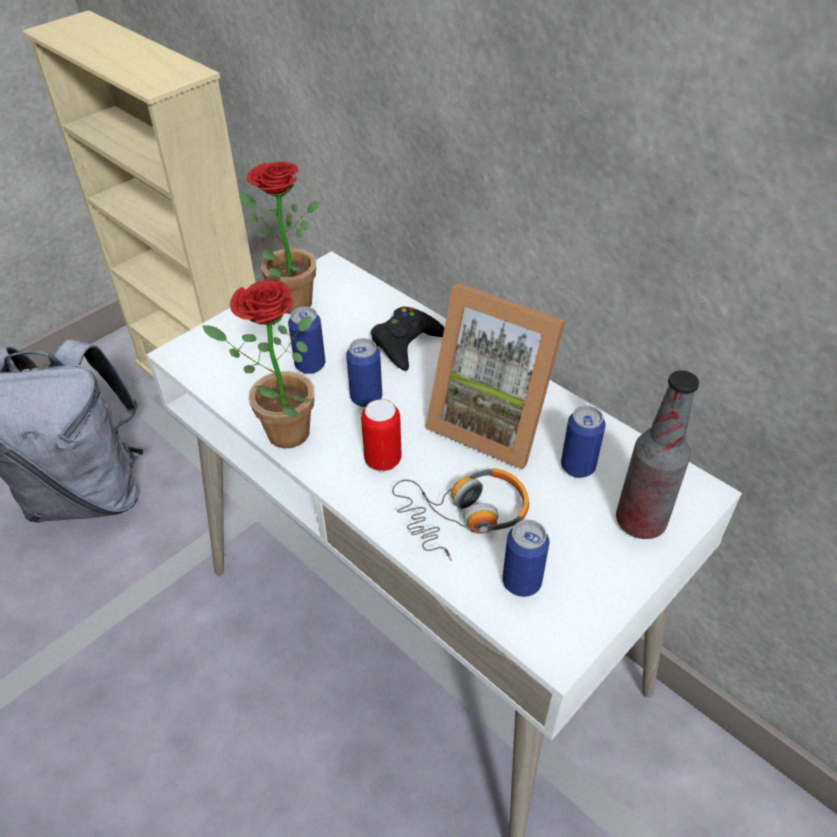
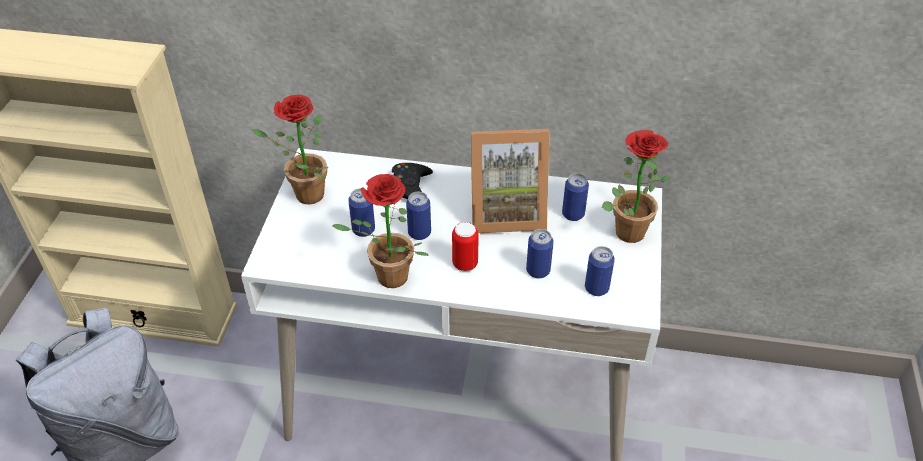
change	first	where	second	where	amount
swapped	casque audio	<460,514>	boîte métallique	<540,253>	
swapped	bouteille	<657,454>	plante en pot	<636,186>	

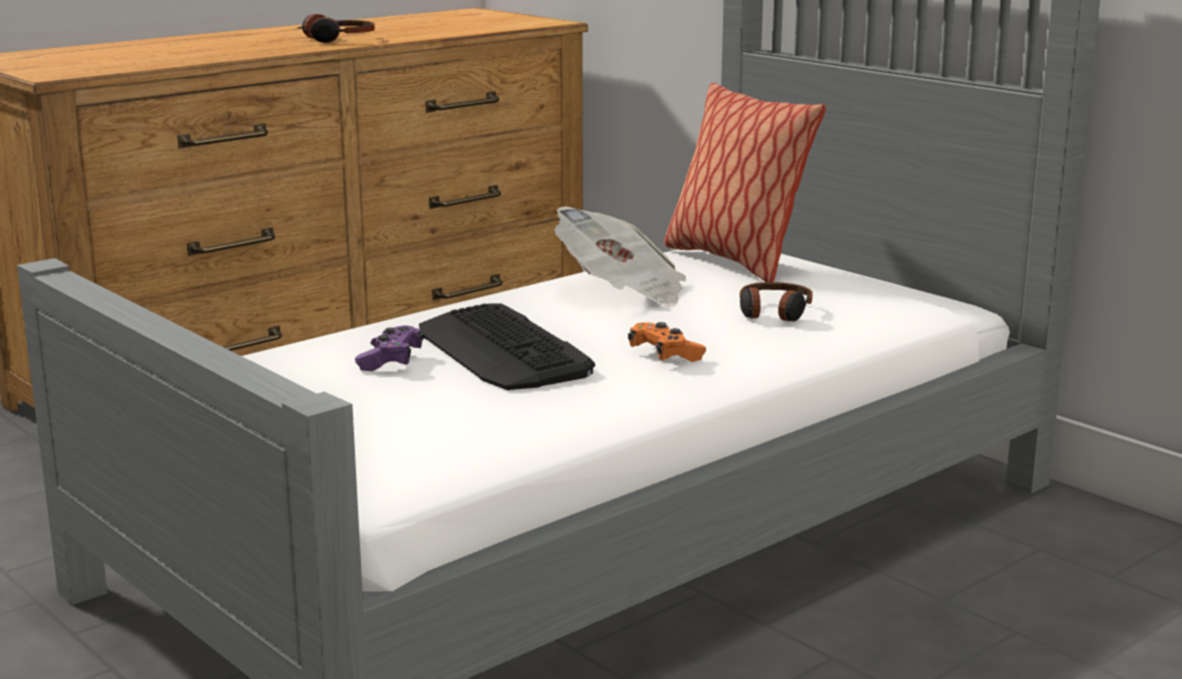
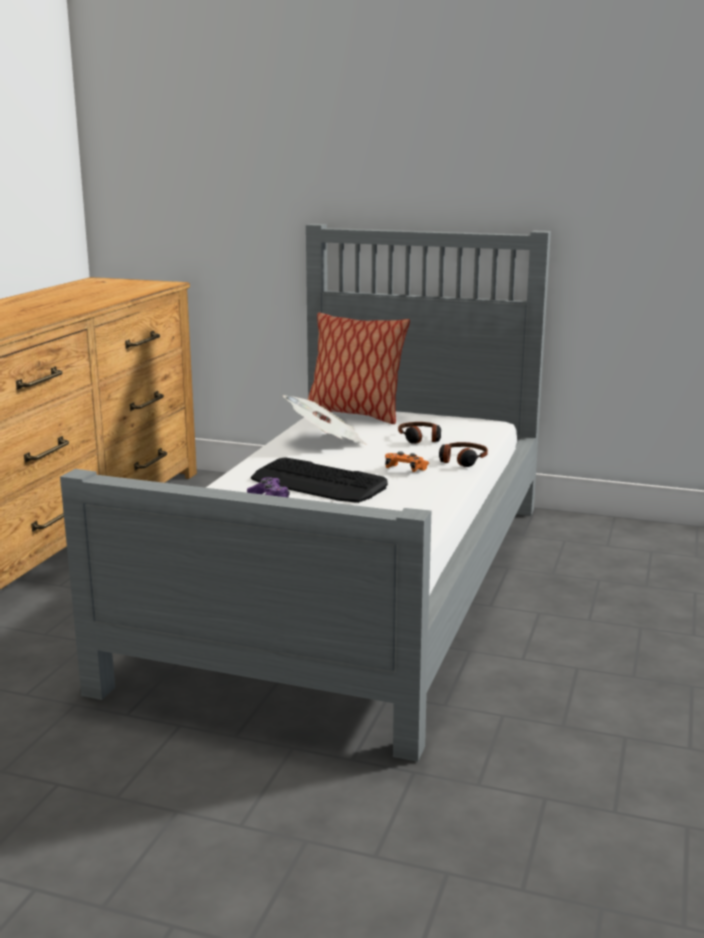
change	first	where	second	where	amount
shifted	casque audio	<336,28>		<463,454>	

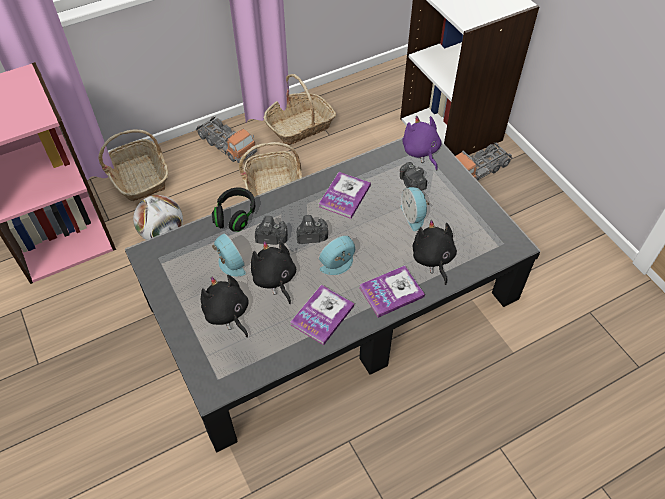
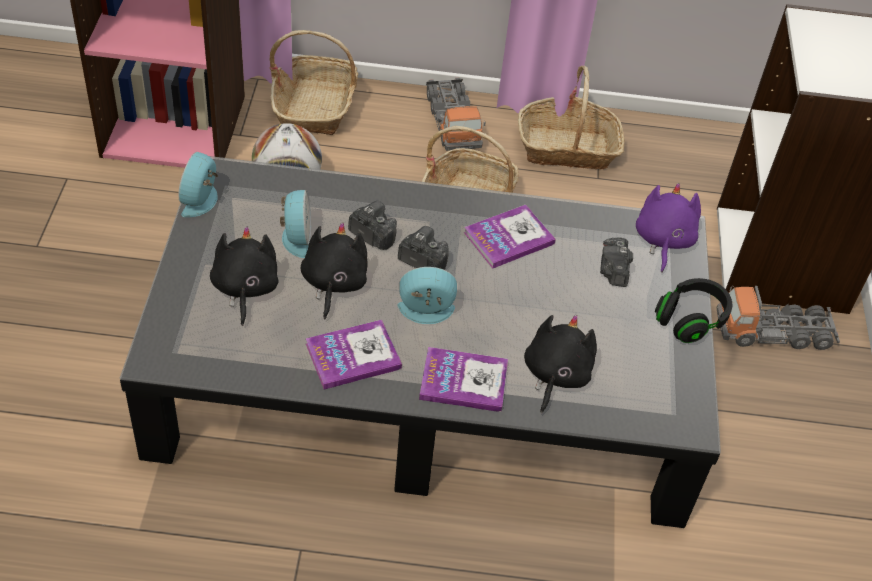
change	first	where	second	where	amount
shifted	casque audio/noir	<233,209>		<693,310>	
shifted	réveil	<414,209>		<198,184>	

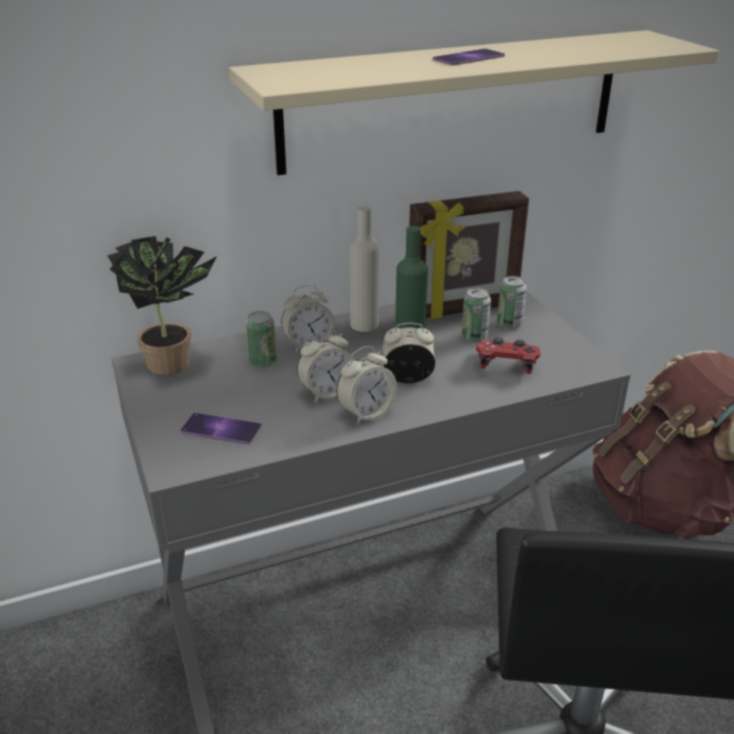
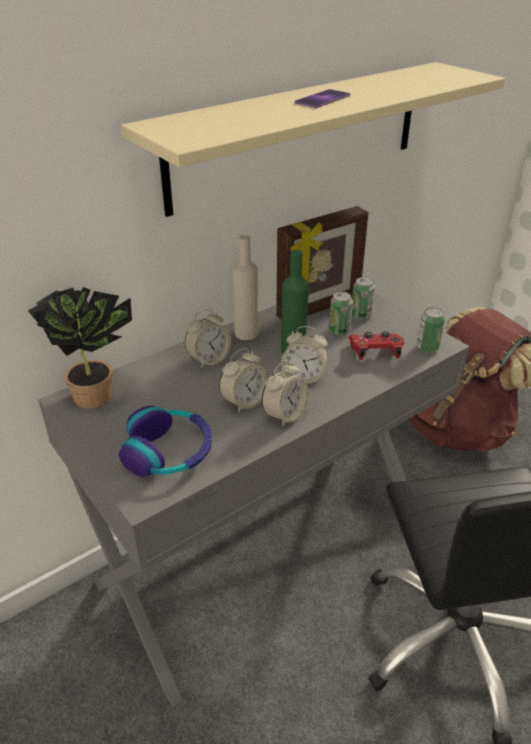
change	first	where	second	where	amount
swapped	téléphone	<221,429>	casque audio	<165,441>	
shifted	boîte métallique	<261,339>		<431,330>	
rotated	réveil	<408,353>		<304,355>	150 degrees counterclockwise

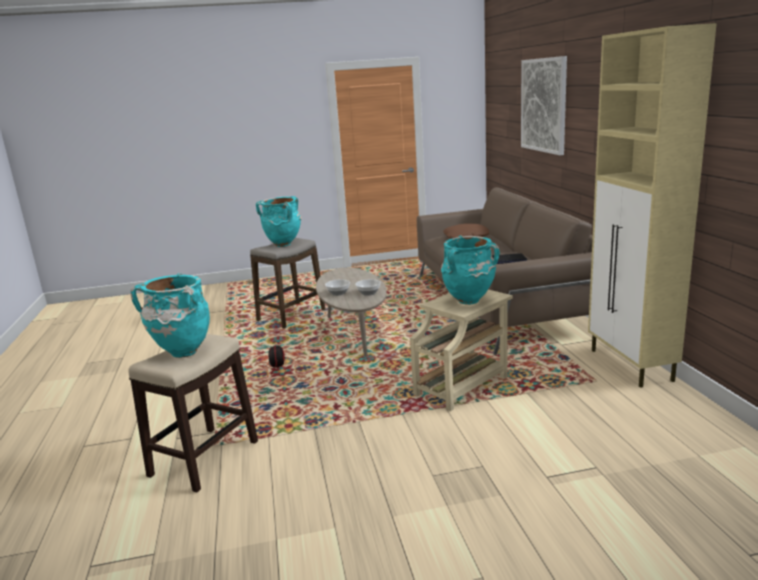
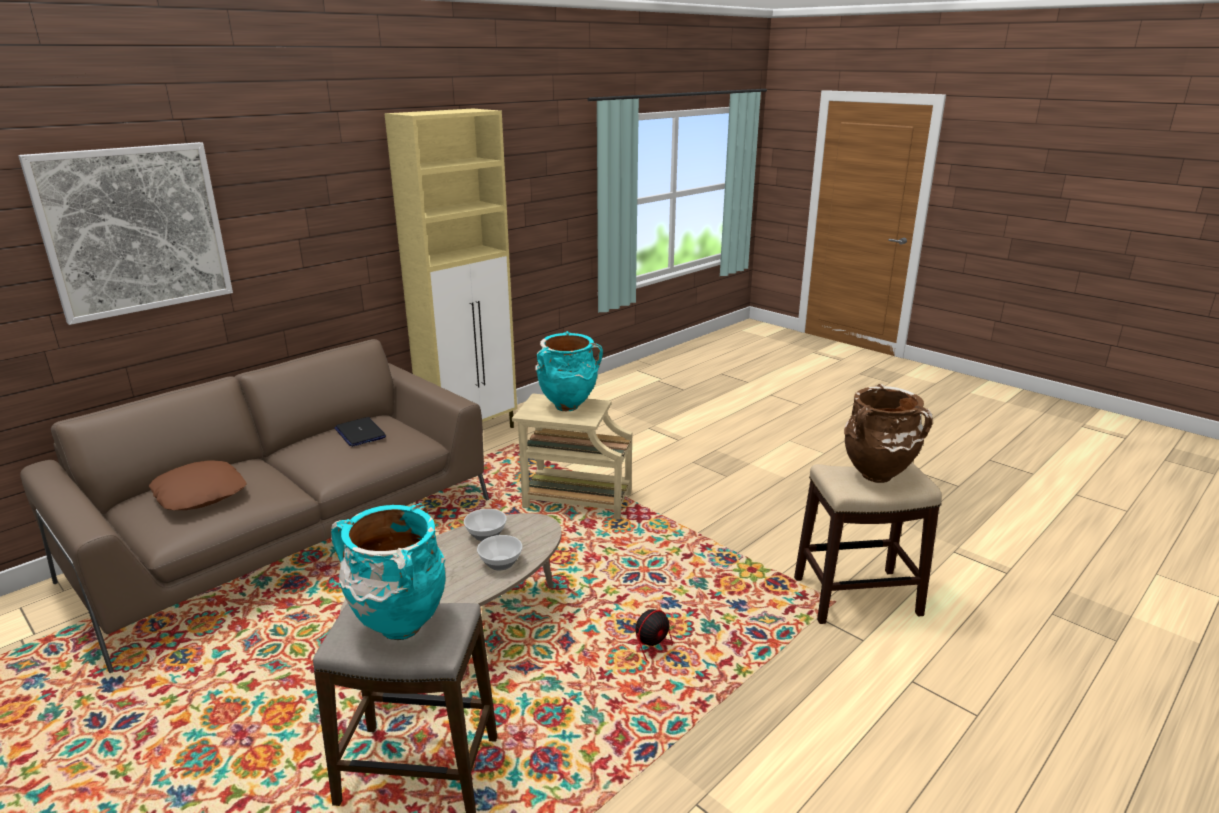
change	first	where	second	where	amount
repainted	vase/turquoise	<170,315>	vase/marron	<888,433>	

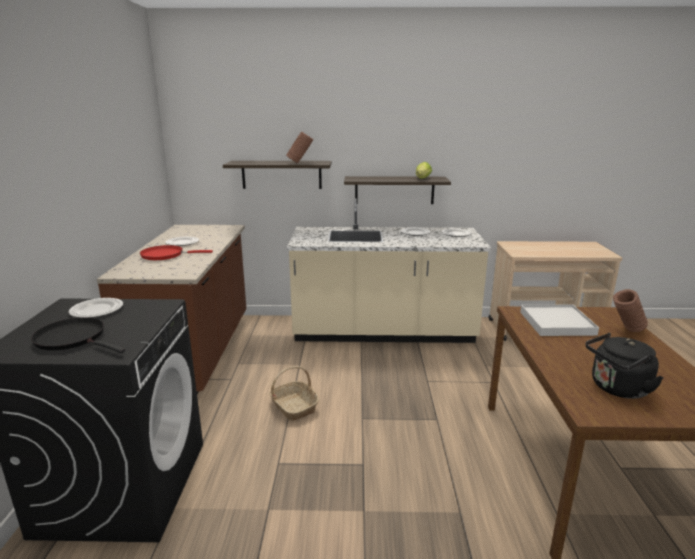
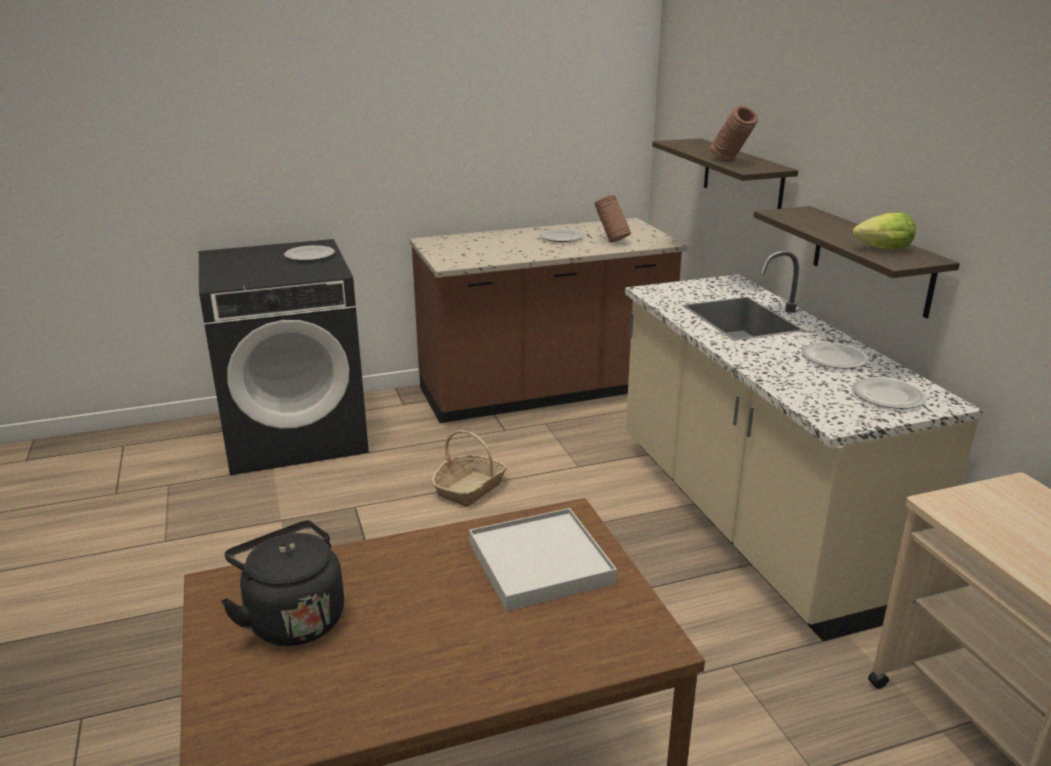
change	first	where	second	where	amount
gone	poêle/noir	<78,335>			
gone	poêle/rouge	<176,252>			
shifted	vase/marron	<630,310>		<613,218>	

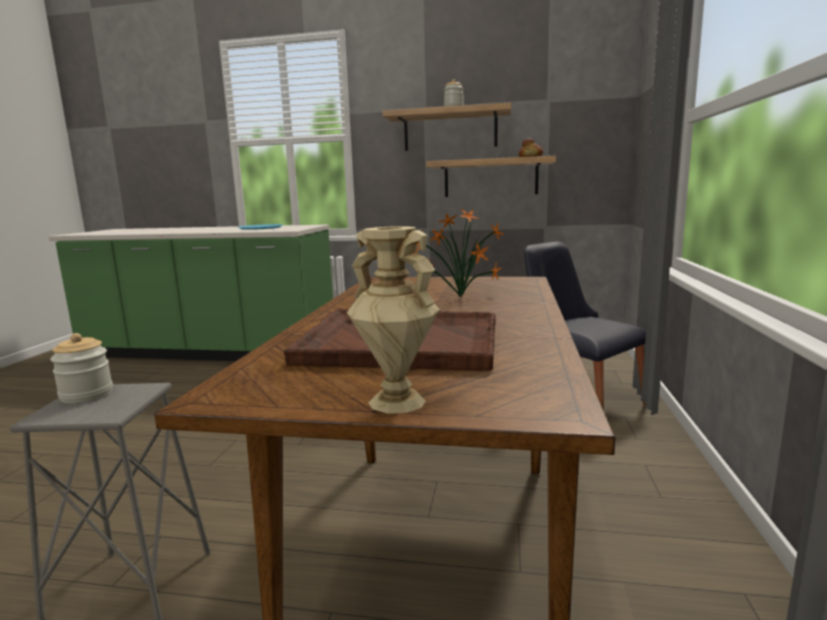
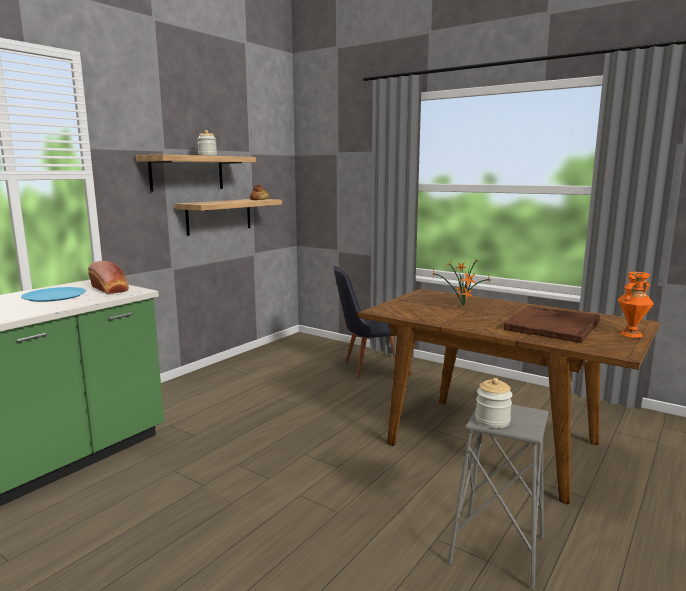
change	first	where	second	where	amount
repainted	vase/beige	<393,320>	vase/orange	<636,305>	
new			pain	<108,277>	

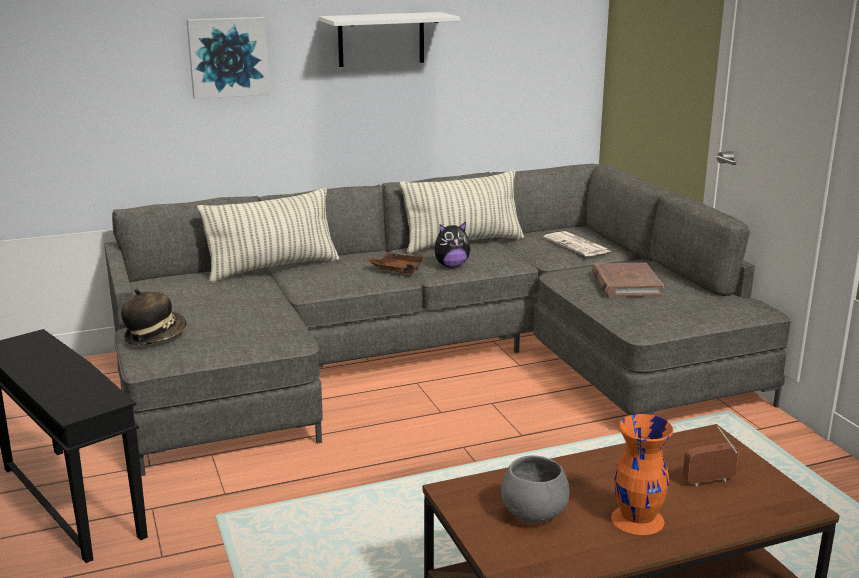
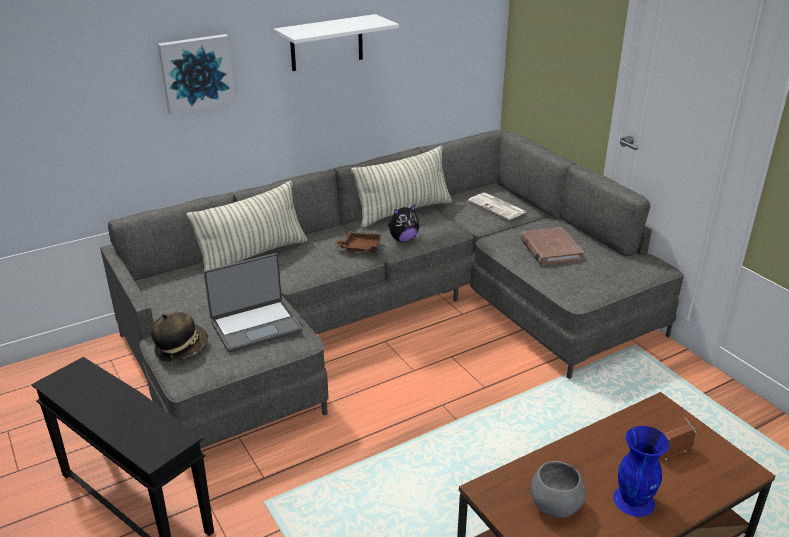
change	first	where	second	where	amount
repainted	vase/orange	<642,474>	vase/bleu	<641,471>	
new			ordinateur portable	<253,302>	

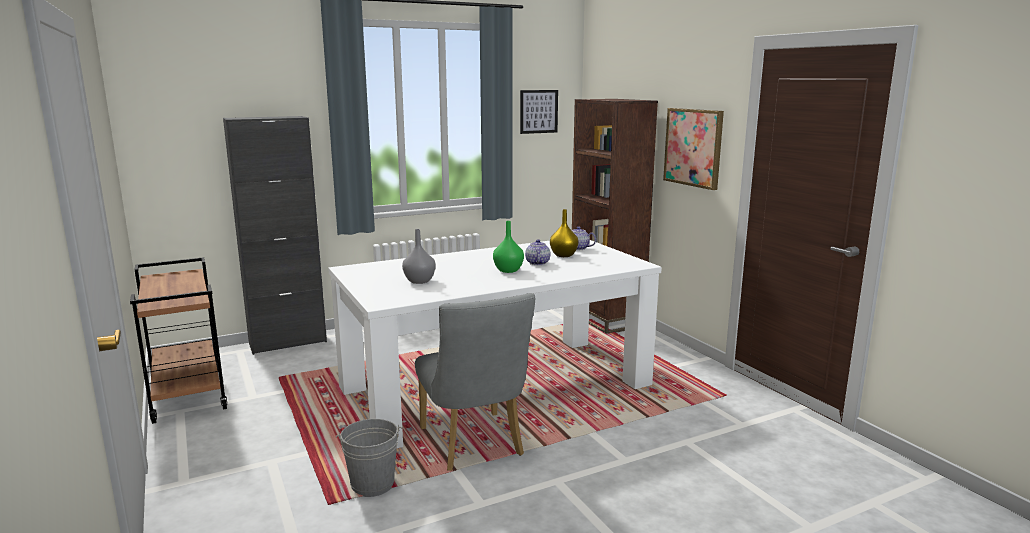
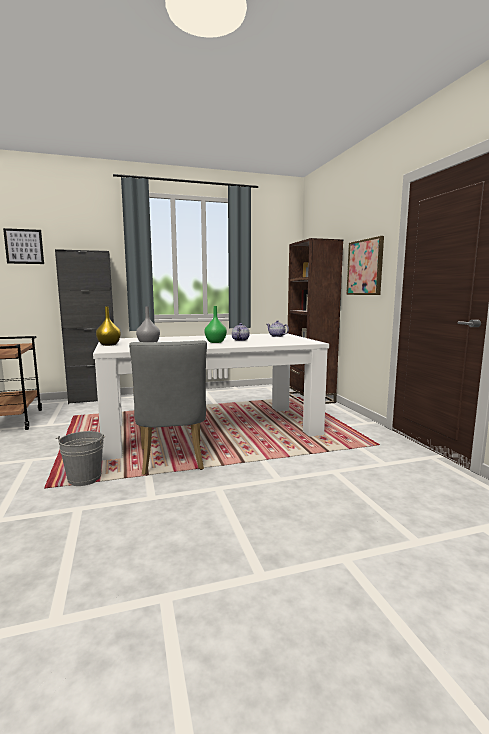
change	first	where	second	where	amount
shifted	tableau	<539,112>		<23,246>	
shifted	vase/jaune	<564,233>		<108,326>	

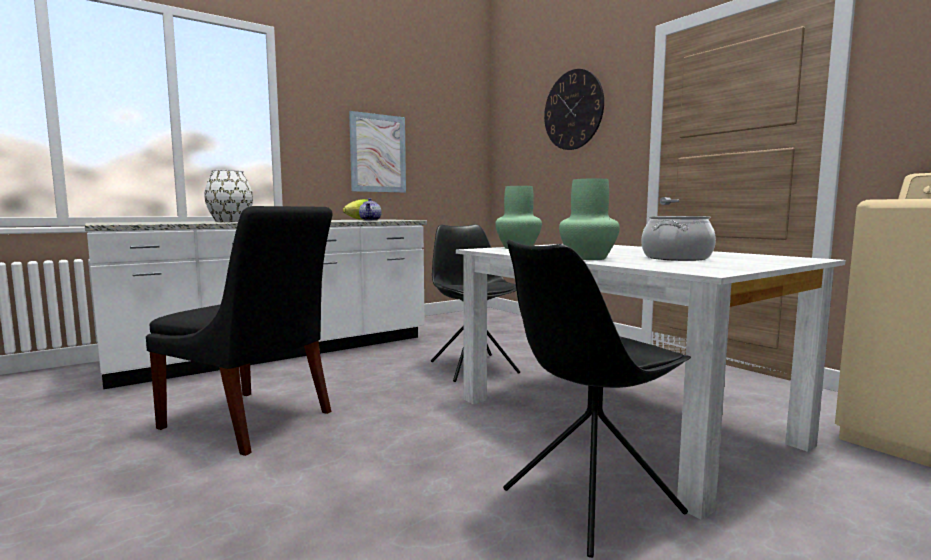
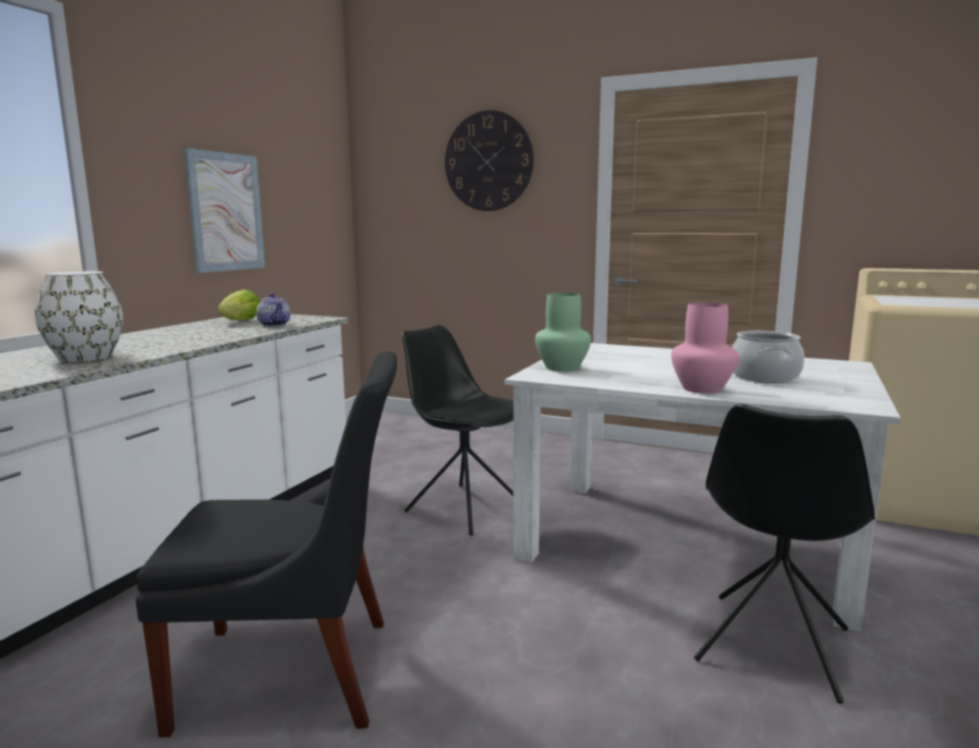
change	first	where	second	where	amount
repainted	vase/vert	<589,219>	vase/rose	<705,347>	

